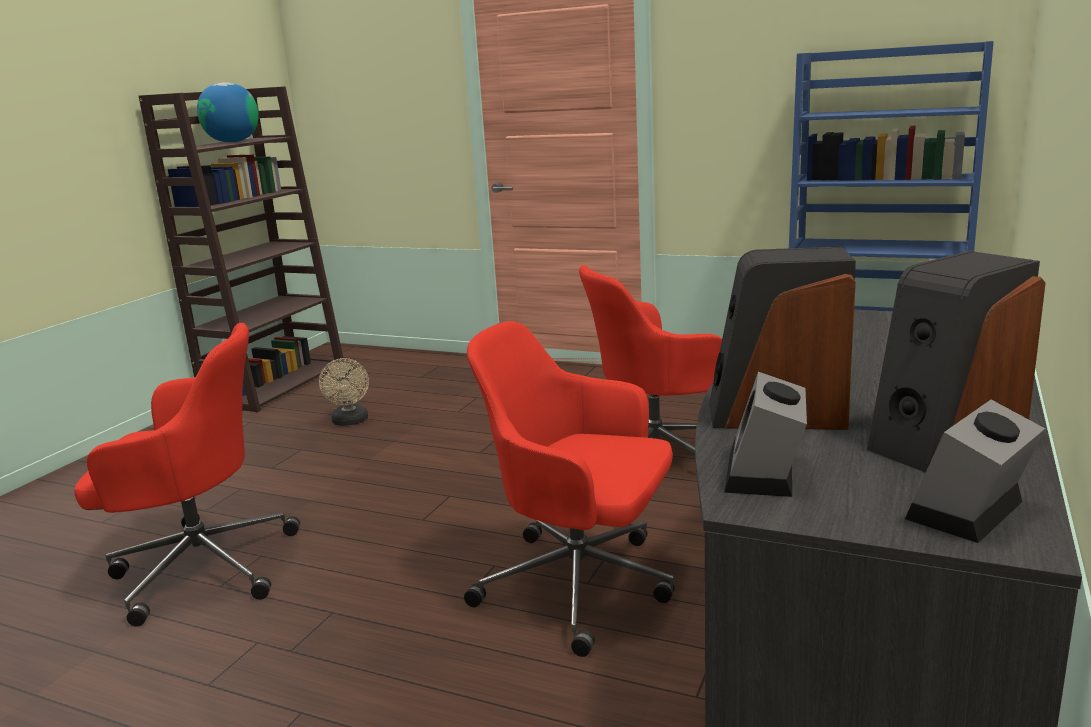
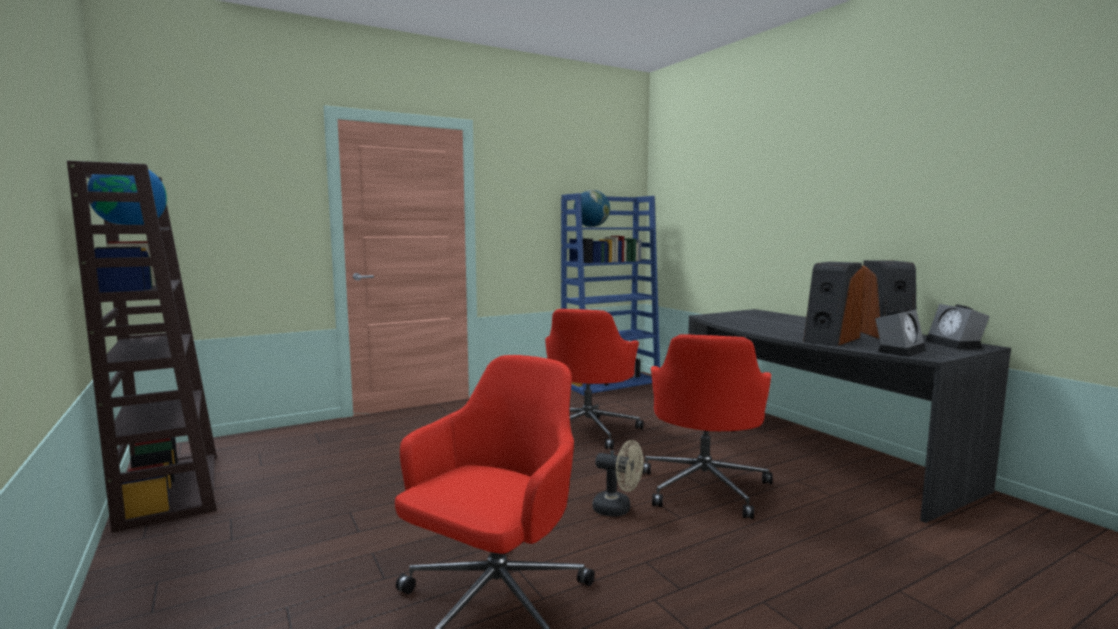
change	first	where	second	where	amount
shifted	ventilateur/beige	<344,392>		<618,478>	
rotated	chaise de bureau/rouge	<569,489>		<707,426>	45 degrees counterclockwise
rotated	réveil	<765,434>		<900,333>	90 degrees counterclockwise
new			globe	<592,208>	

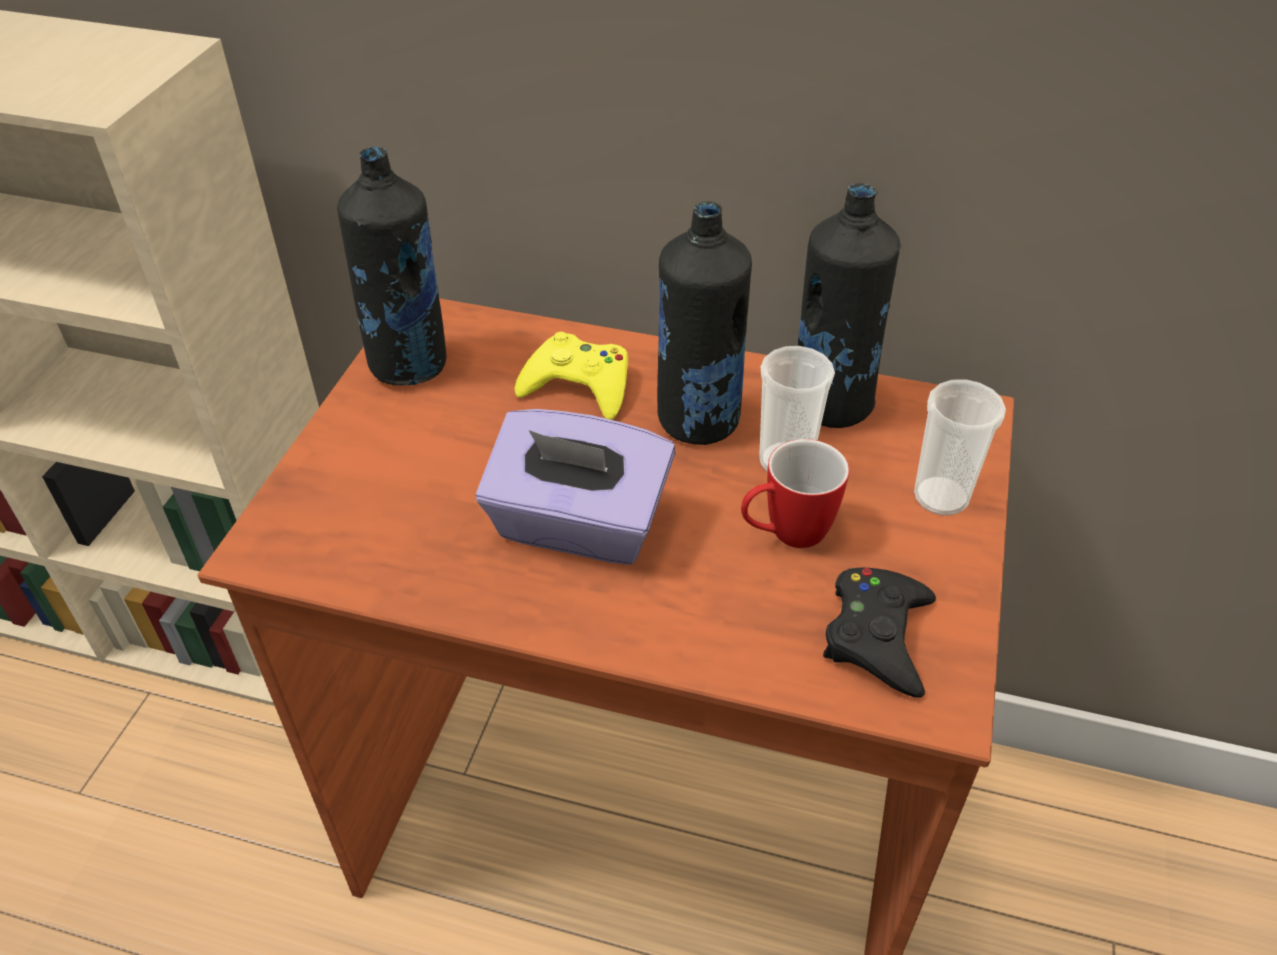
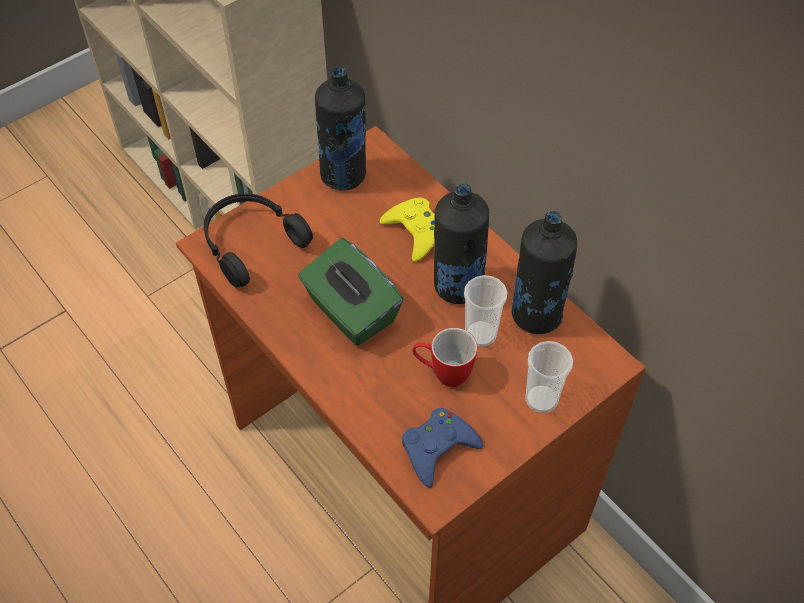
change	first	where	second	where	amount
repainted	boîte à mouchoirs/violet	<575,487>	boîte à mouchoirs/vert	<350,291>	
repainted	manette/noir	<879,633>	manette/bleu	<442,448>	
new			casque audio/noir	<258,240>	

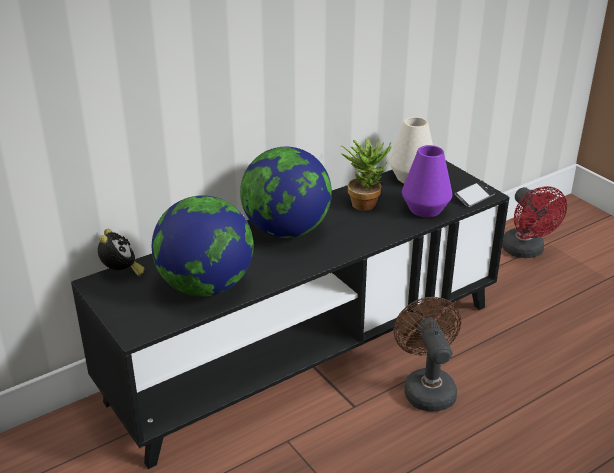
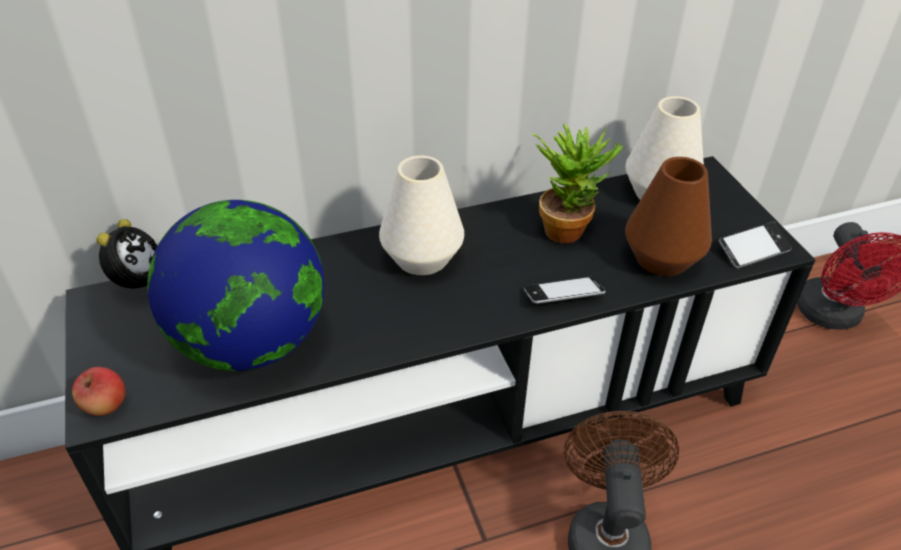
change	first	where	second	where	amount
swapped	globe	<286,192>	vase/blanc	<421,215>	
repainted	vase/violet	<427,181>	vase/marron	<668,216>	
new			pomme	<99,391>	
new			téléphone	<564,290>	

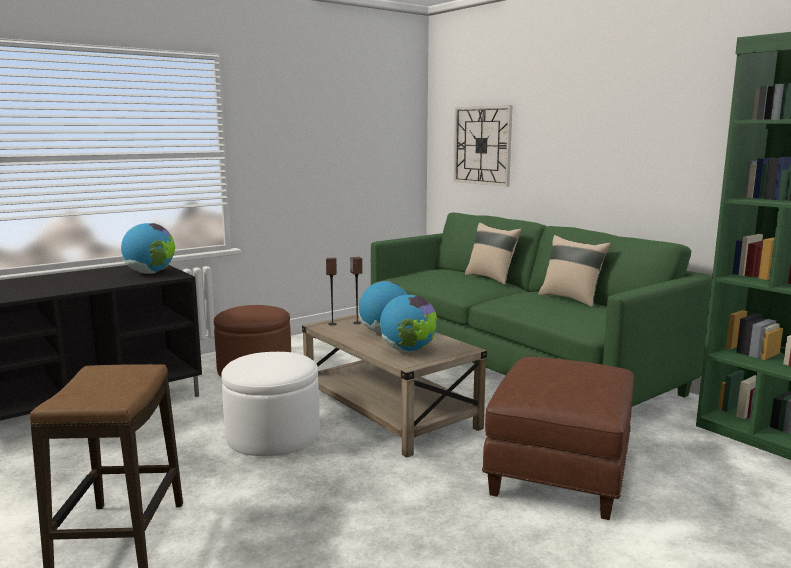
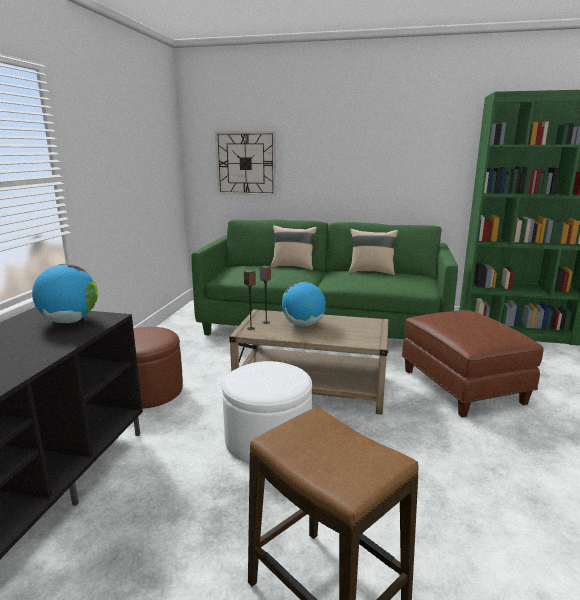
change	first	where	second	where	amount
gone	globe	<408,323>			

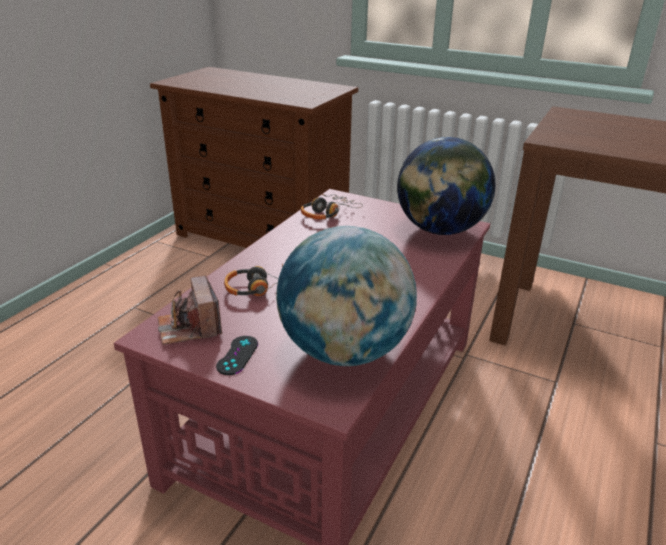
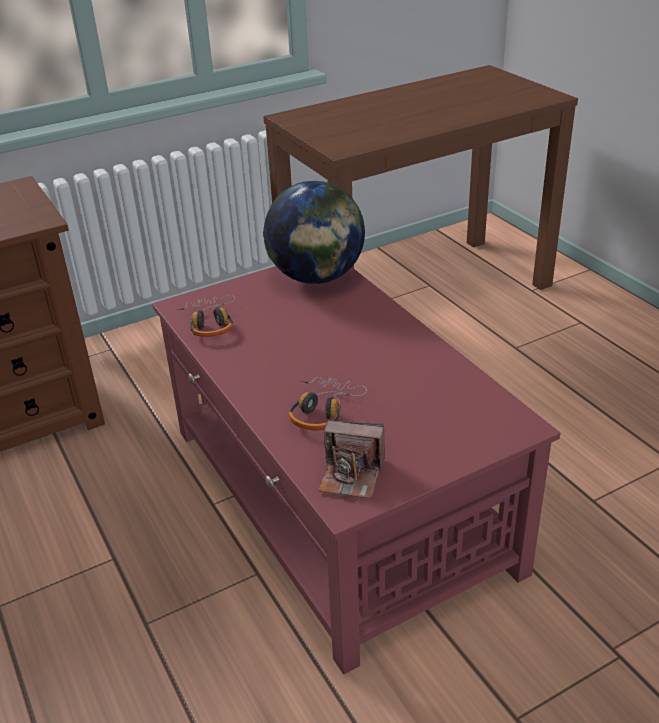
change	first	where	second	where	amount
gone	manette/noir	<237,355>			
gone	globe	<346,296>			

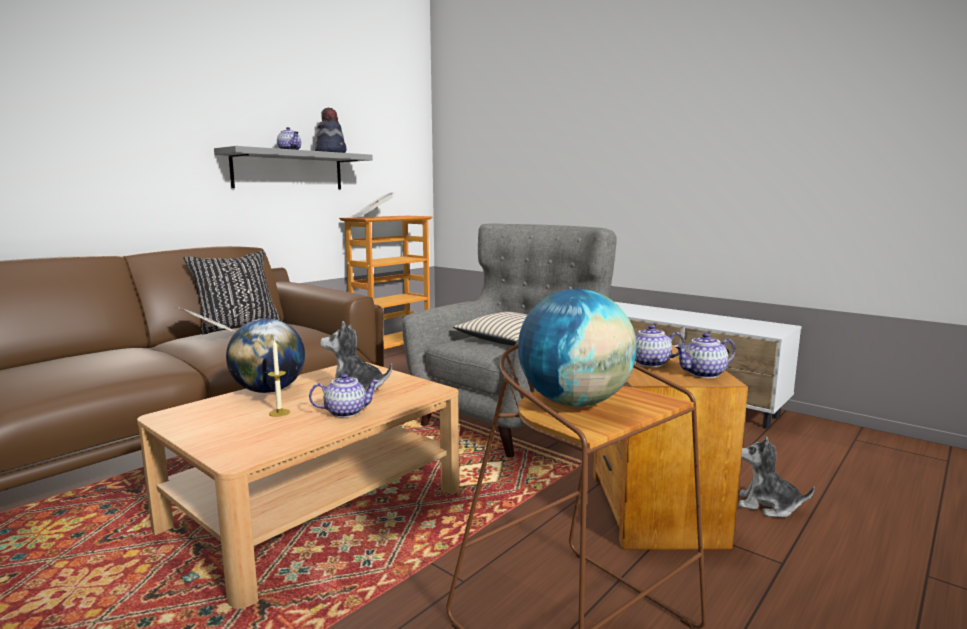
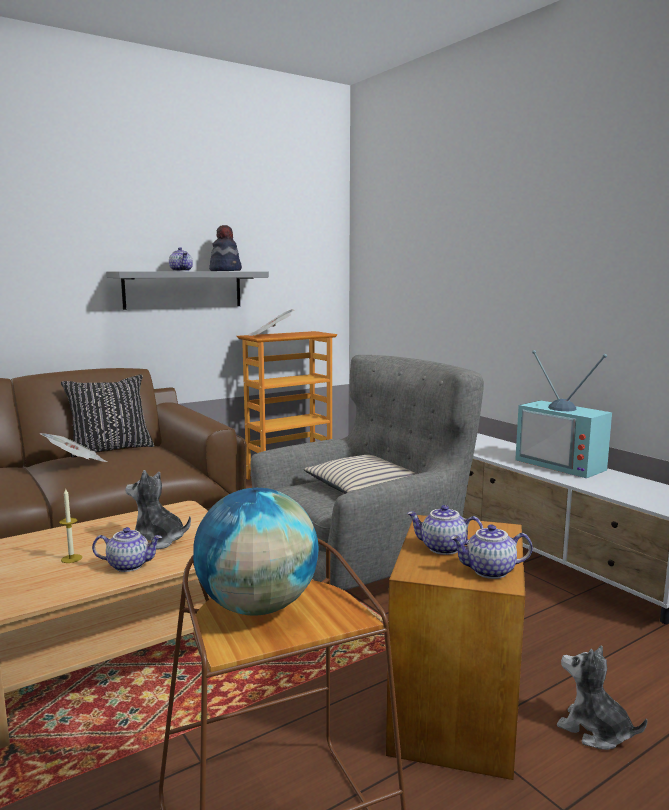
change	first	where	second	where	amount
gone	globe	<265,355>			
new			téléviseur	<563,414>	

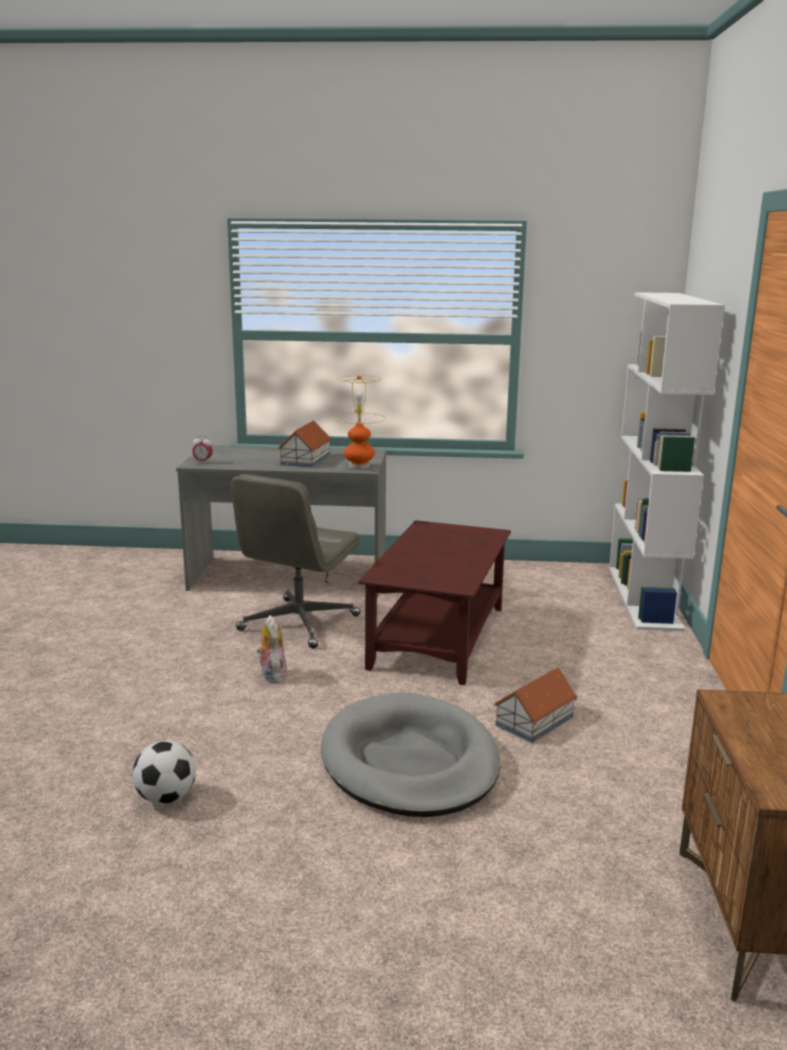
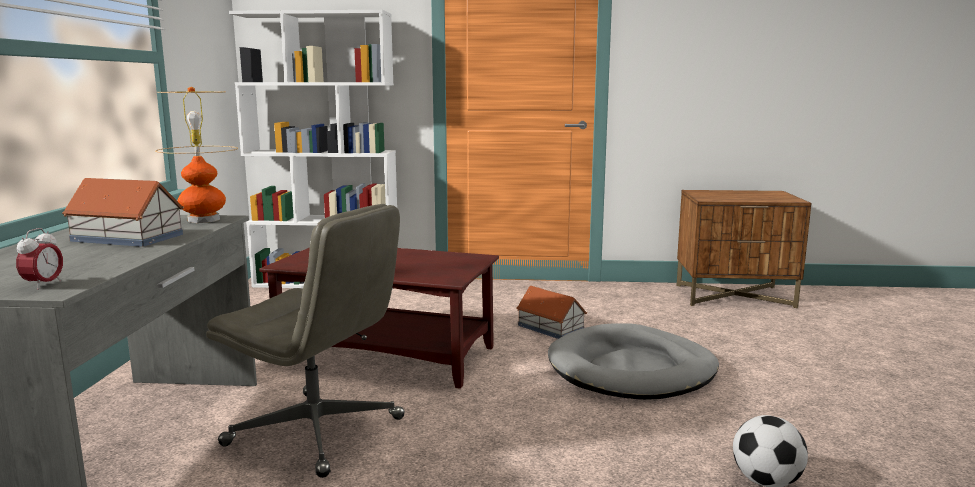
change	first	where	second	where	amount
gone	peluche	<272,649>			

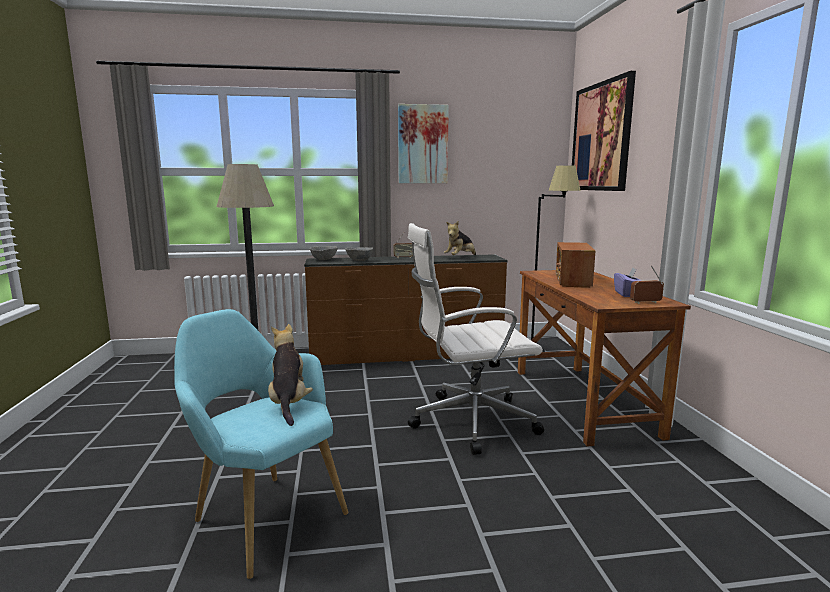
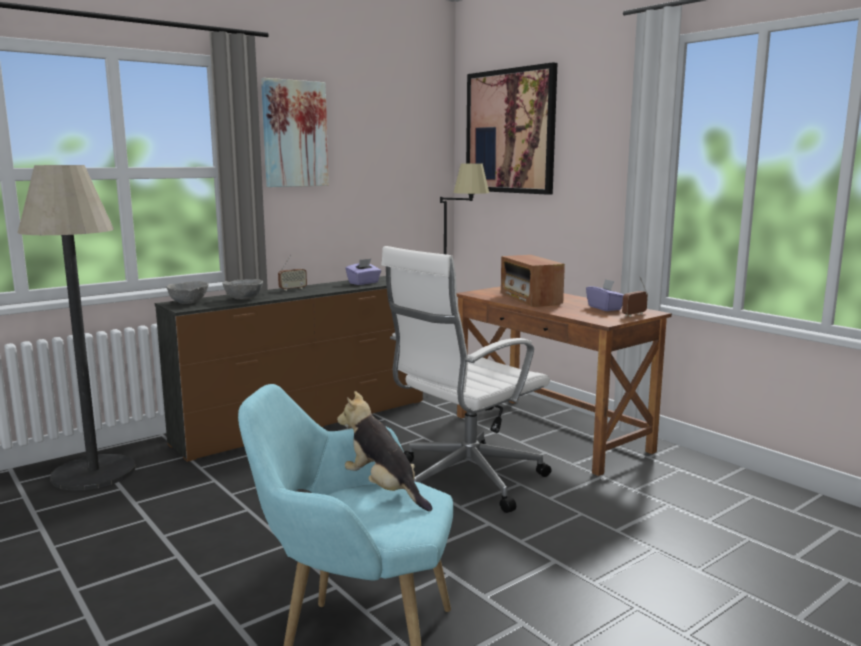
change	first	where	second	where	amount
swapped	peluche	<460,238>	boîte à mouchoirs/violet	<363,272>	

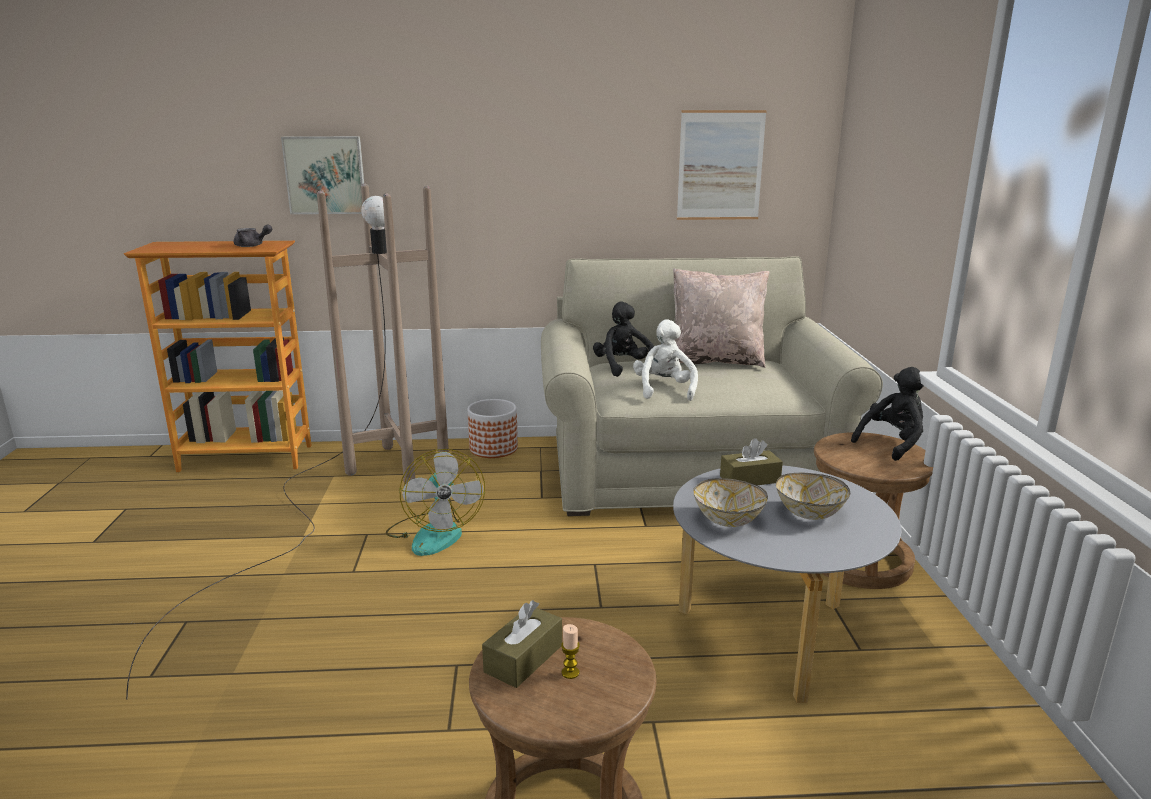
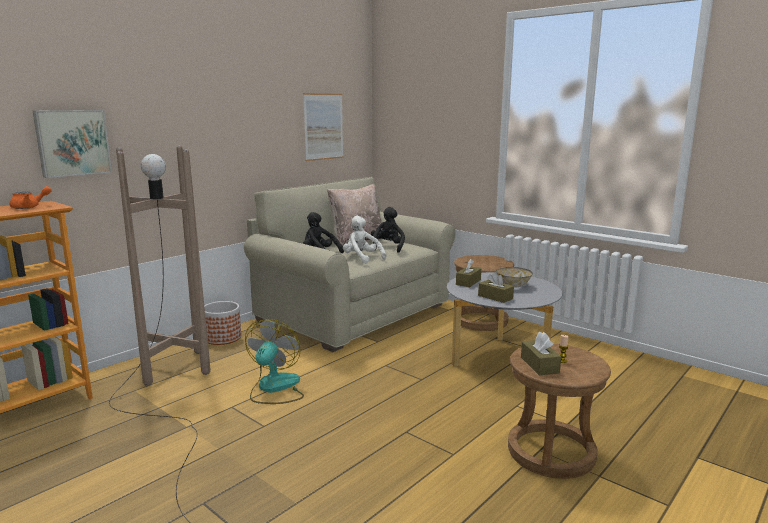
change	first	where	second	where	amount
repainted	théière/gris	<253,236>	théière/orange	<31,197>	
rotated	ventilateur	<435,502>		<274,361>	105 degrees counterclockwise
swapped	bol	<730,502>	boîte à mouchoirs/marron	<496,287>	
shifted	peluche/noir	<887,414>		<388,230>	

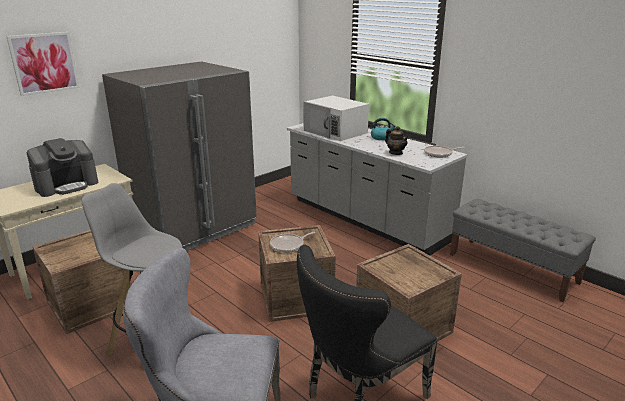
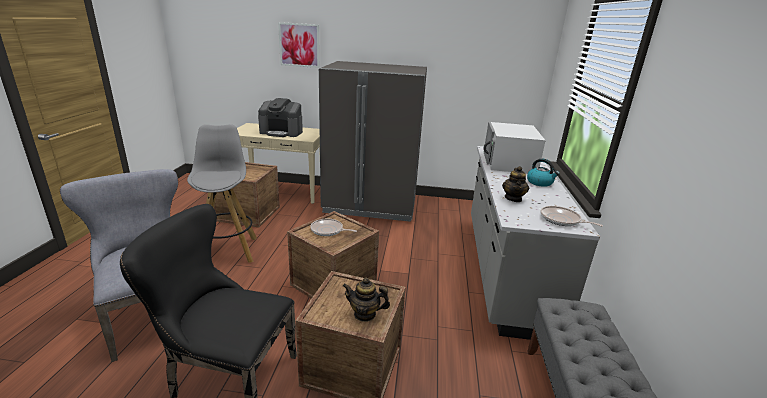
change	first	where	second	where	amount
new			théière	<366,300>	

